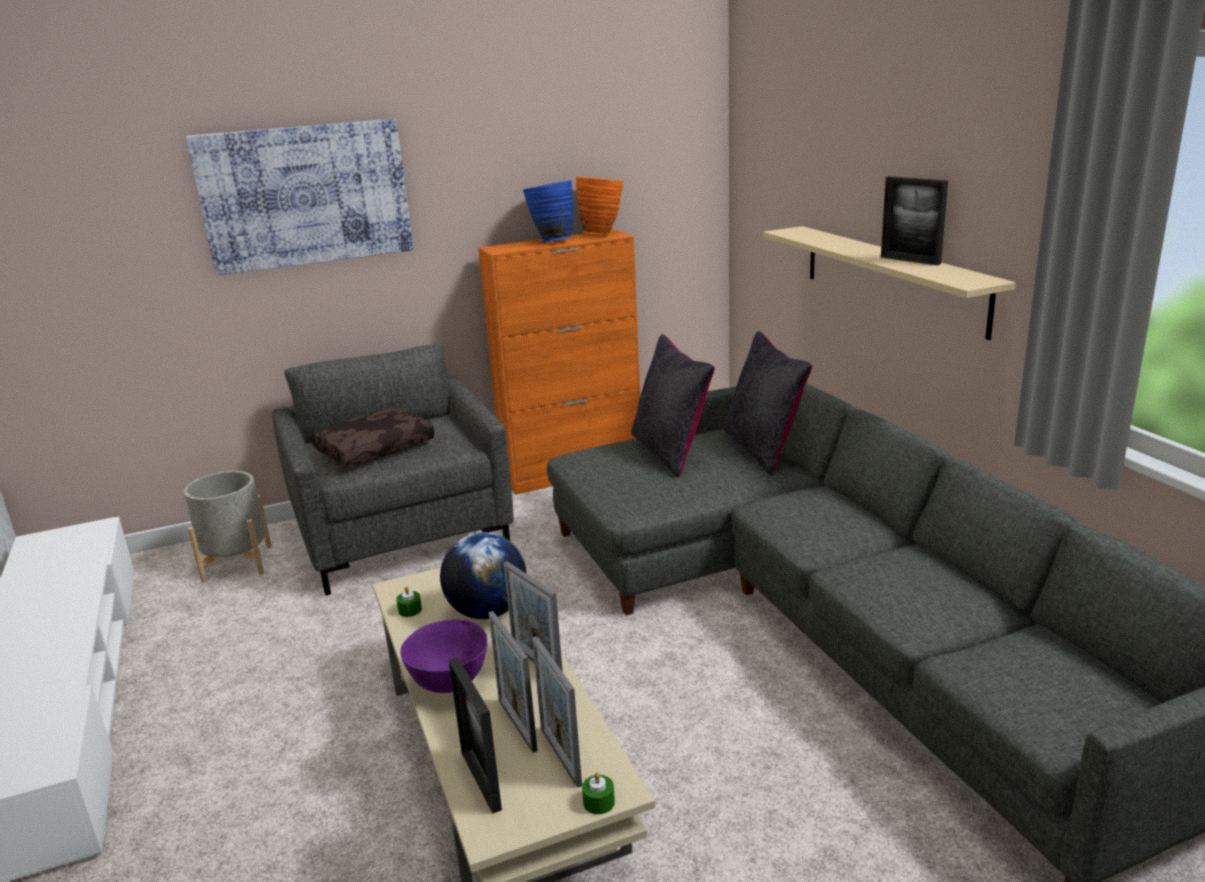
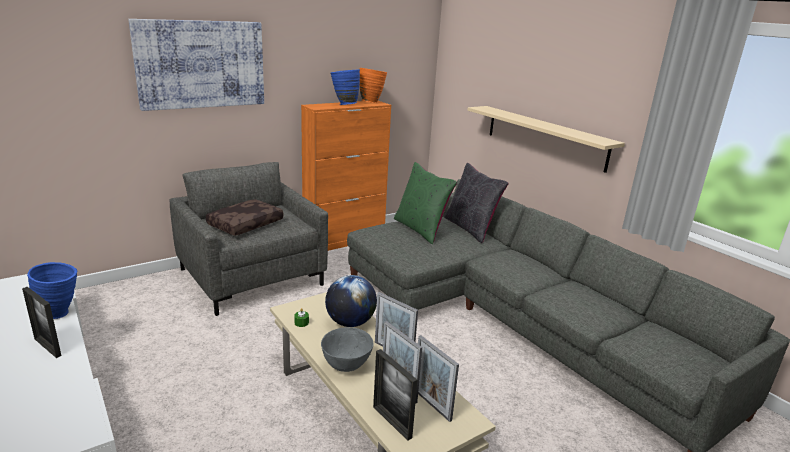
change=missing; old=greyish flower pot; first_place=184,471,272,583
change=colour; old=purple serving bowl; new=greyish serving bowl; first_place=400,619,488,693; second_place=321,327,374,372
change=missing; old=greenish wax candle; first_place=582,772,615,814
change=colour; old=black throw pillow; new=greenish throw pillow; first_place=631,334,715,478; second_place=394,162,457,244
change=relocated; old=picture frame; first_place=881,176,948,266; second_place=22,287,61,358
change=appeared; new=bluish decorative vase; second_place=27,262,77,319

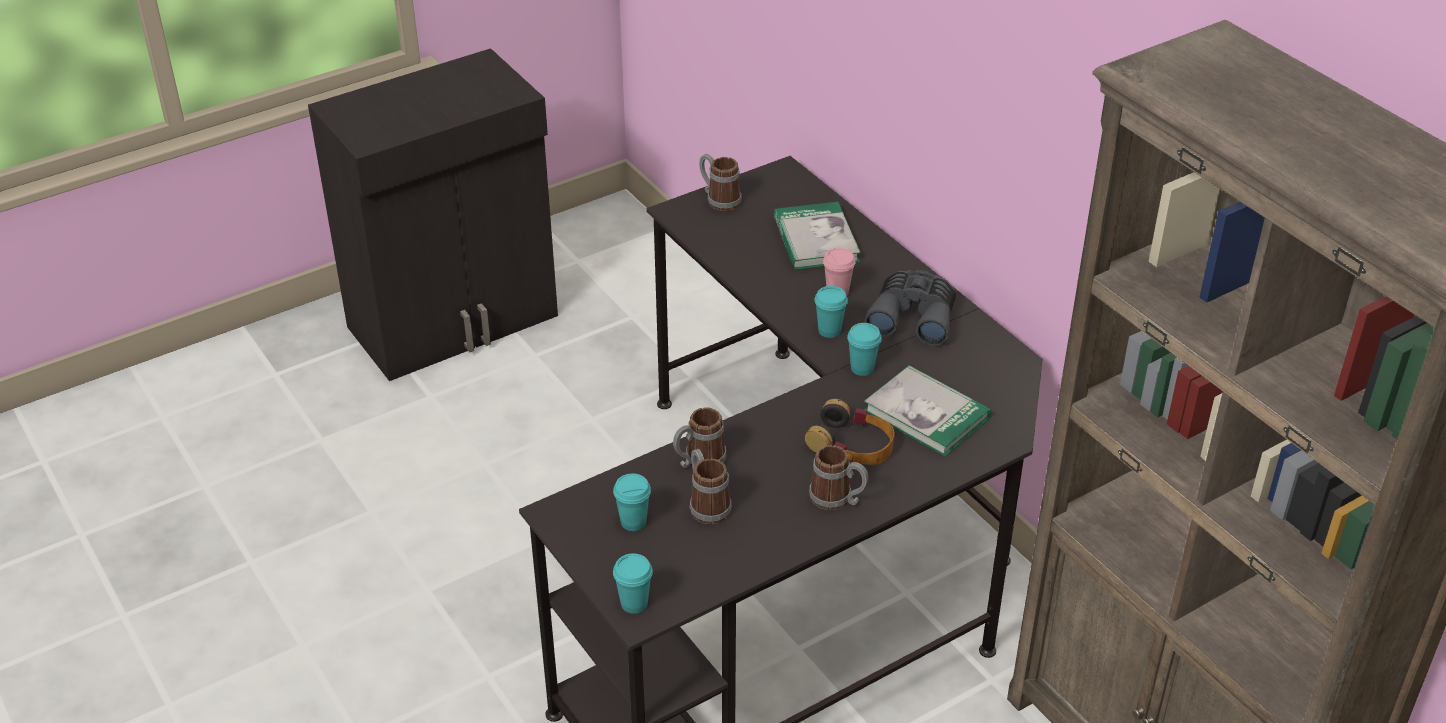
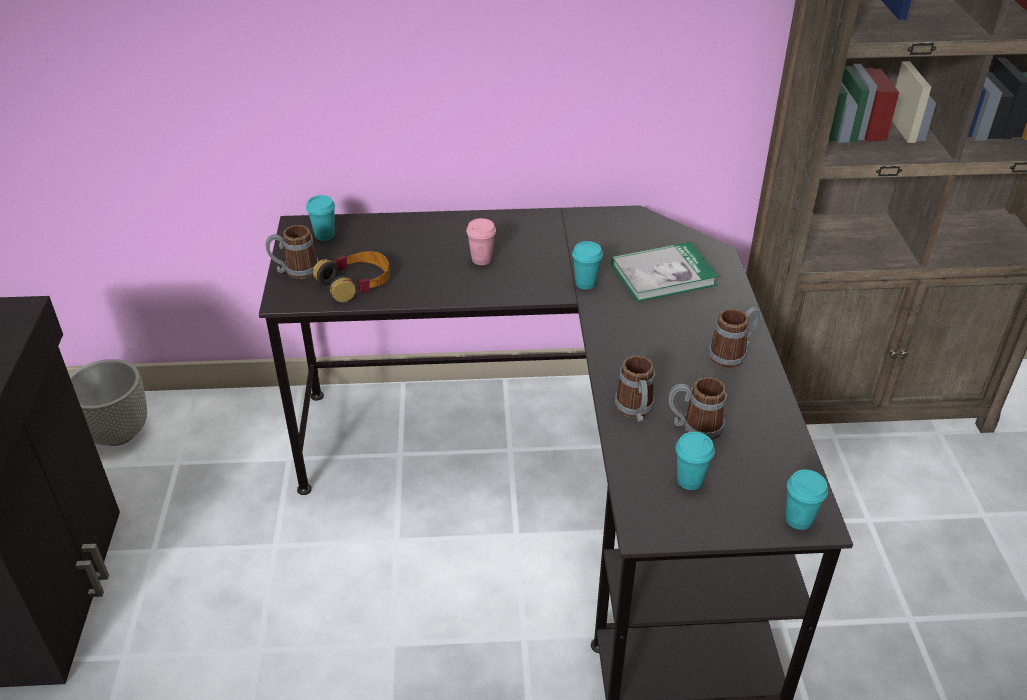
change=missing; old=bound book; first_place=773,202,861,270
change=relocated; old=pair of headphones; first_place=805,399,895,465; second_place=313,251,390,302
change=relocated; old=turquoise cup; first_place=815,286,848,338; second_place=306,195,335,241
change=missing; old=greyish pair of binoculars; first_place=865,270,956,346
change=appeared; new=greyish flower pot; second_place=69,359,147,446

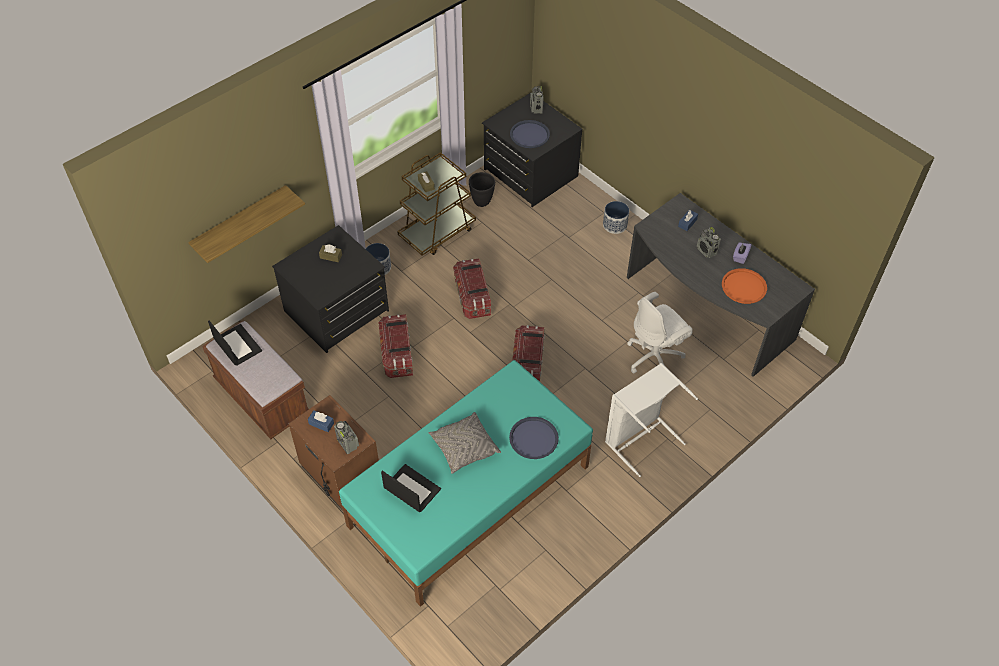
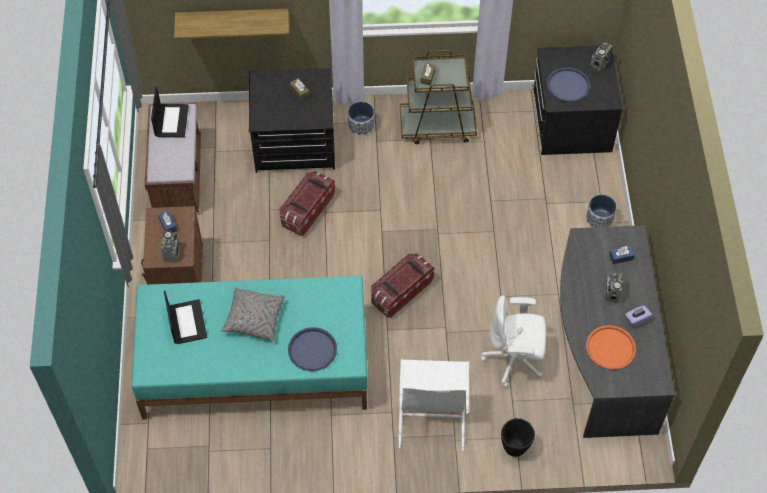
change=missing; old=storage bin; first_place=453,258,491,319
change=relocated; old=black flower pot; first_place=469,172,495,207; second_place=501,418,535,457

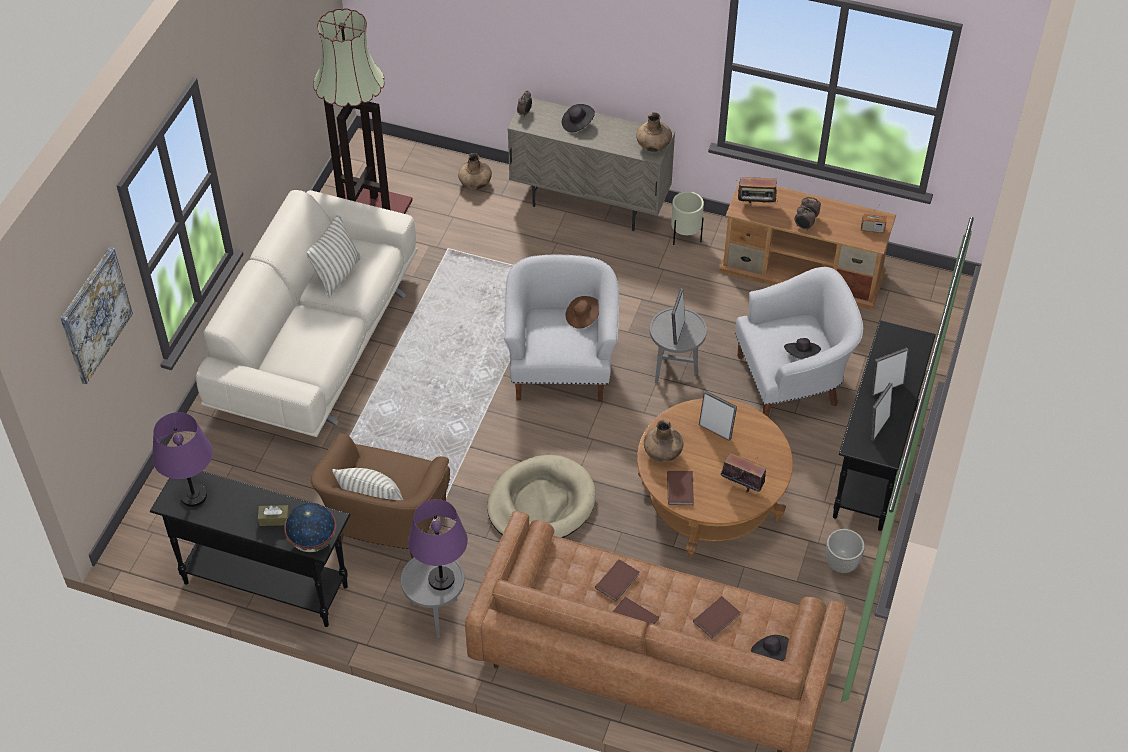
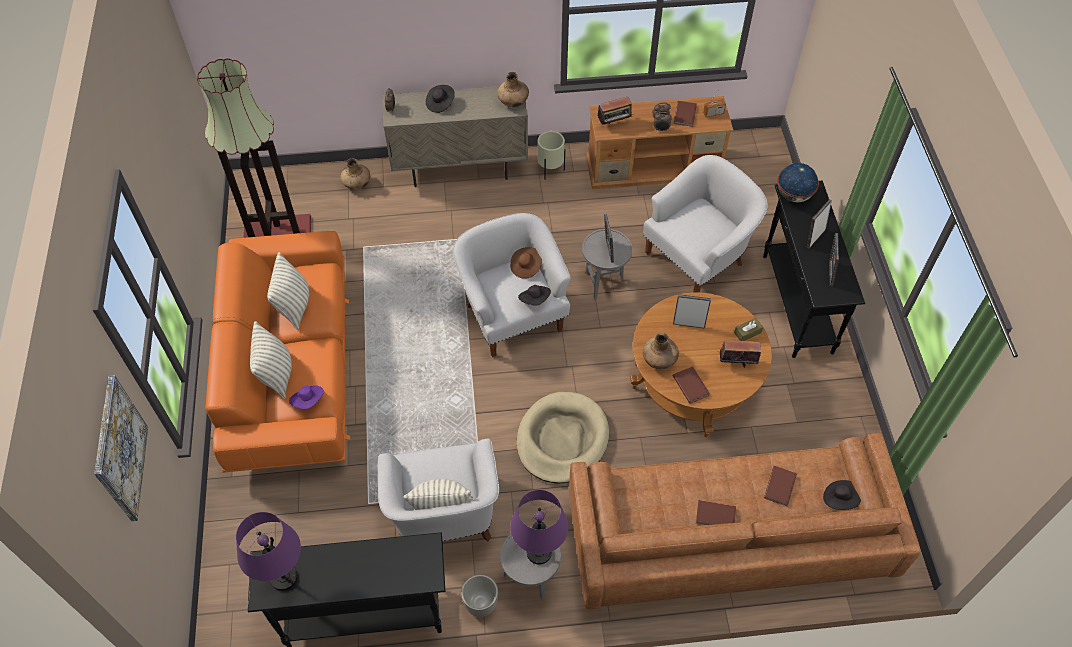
change=colour; old=beige-coloured sofa; new=orange sofa; first_place=196,190,418,437; second_place=205,231,350,472
change=relocated; old=brownish tissue holder; first_place=258,505,290,526; second_place=734,318,763,341
change=relocated; old=world globe; first_place=284,503,336,552; second_place=777,163,819,202
change=colour; old=brownish armchair; new=white-coloured armchair; first_place=310,433,450,558; second_place=378,439,499,542
change=relocated; old=brownish bound book; first_place=595,559,640,601; second_place=674,101,697,127
change=relocated; old=black hat; first_place=784,338,821,359; second_place=518,285,551,306
change=relocated; old=flower pot; first_place=826,529,865,573; second_place=461,574,498,617
change=appeared; new=throw pillow; second_place=250,321,292,399
change=appeared; new=purple hat; second_place=289,385,324,409

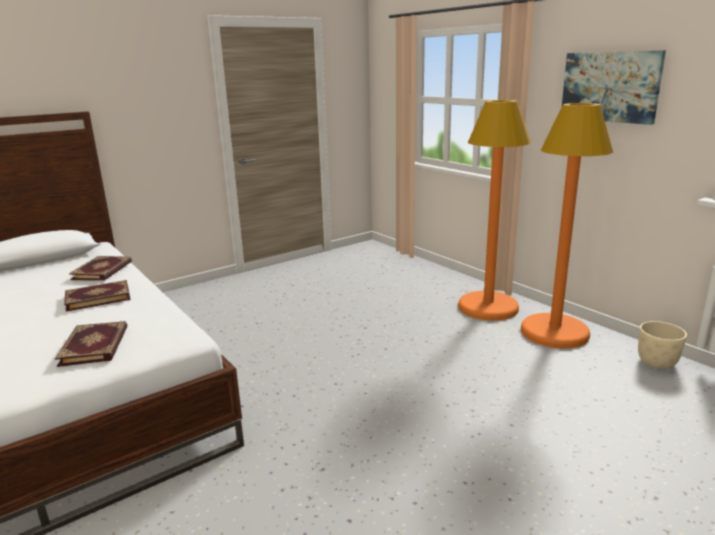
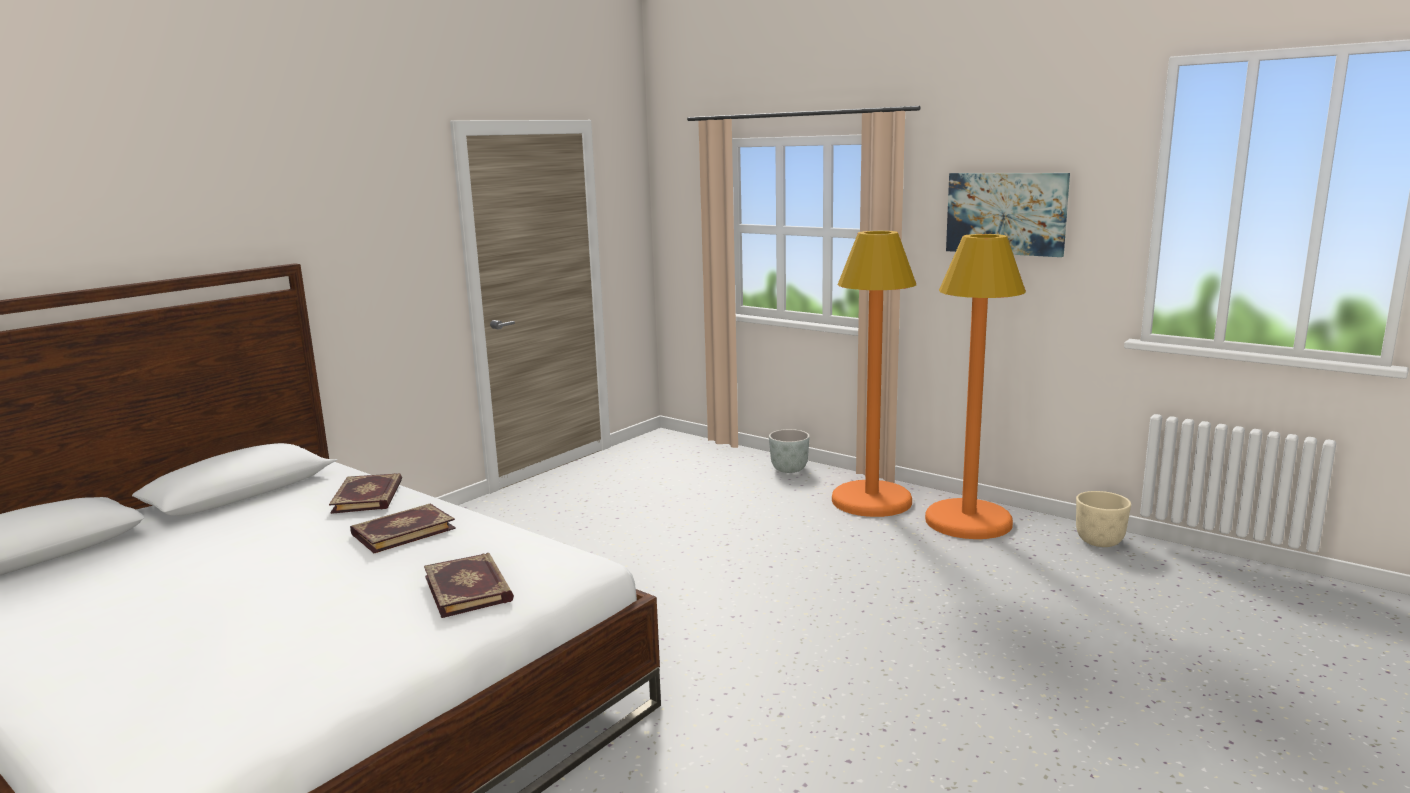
change=appeared; new=greyish flower pot; second_place=769,429,810,473

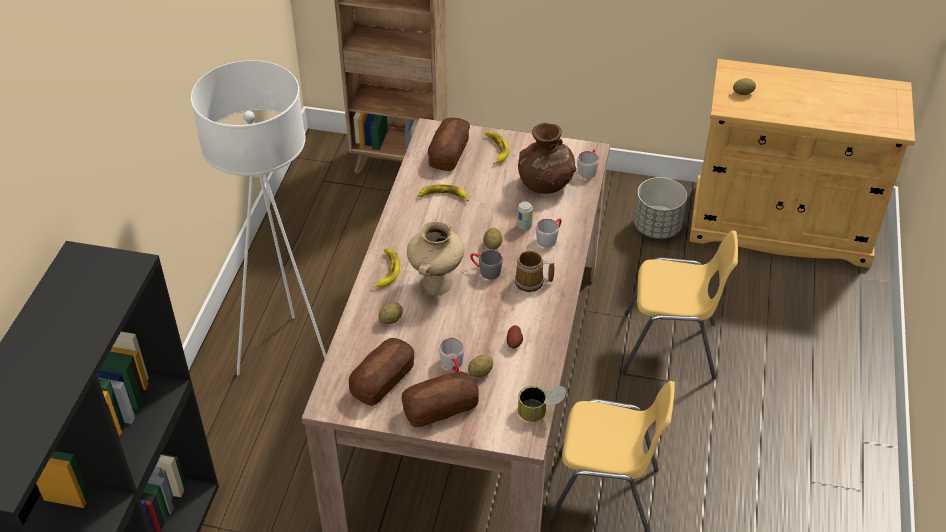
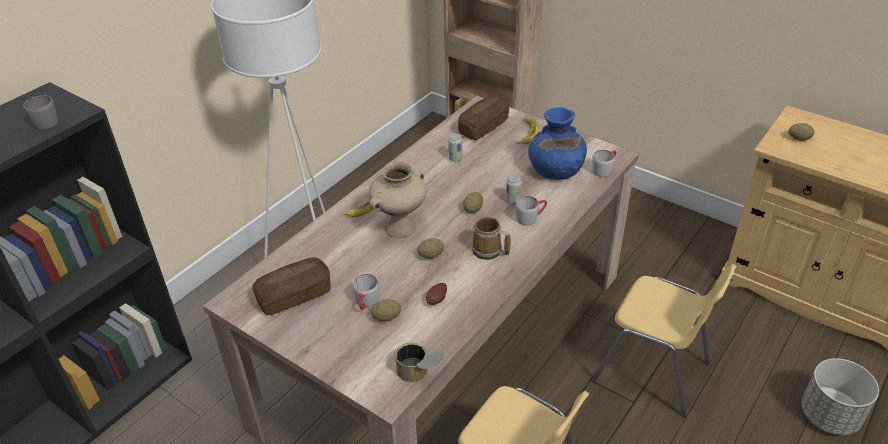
change=relocated; old=potato; first_place=379,302,403,324; second_place=417,238,444,259
change=missing; old=baked bread; first_place=401,371,479,427
change=exchanged; old=whole banana; new=metal can; first_place=418,184,469,201; second_place=448,134,462,162
change=relocated; old=greyish tea mug; first_place=470,250,503,280; second_place=24,95,59,130
change=colour; old=brownish decorative vase; new=bluish decorative vase; first_place=518,123,576,194; second_place=528,107,587,180
change=relocated; old=greyish flower pot; first_place=634,177,687,239; second_place=802,358,879,435

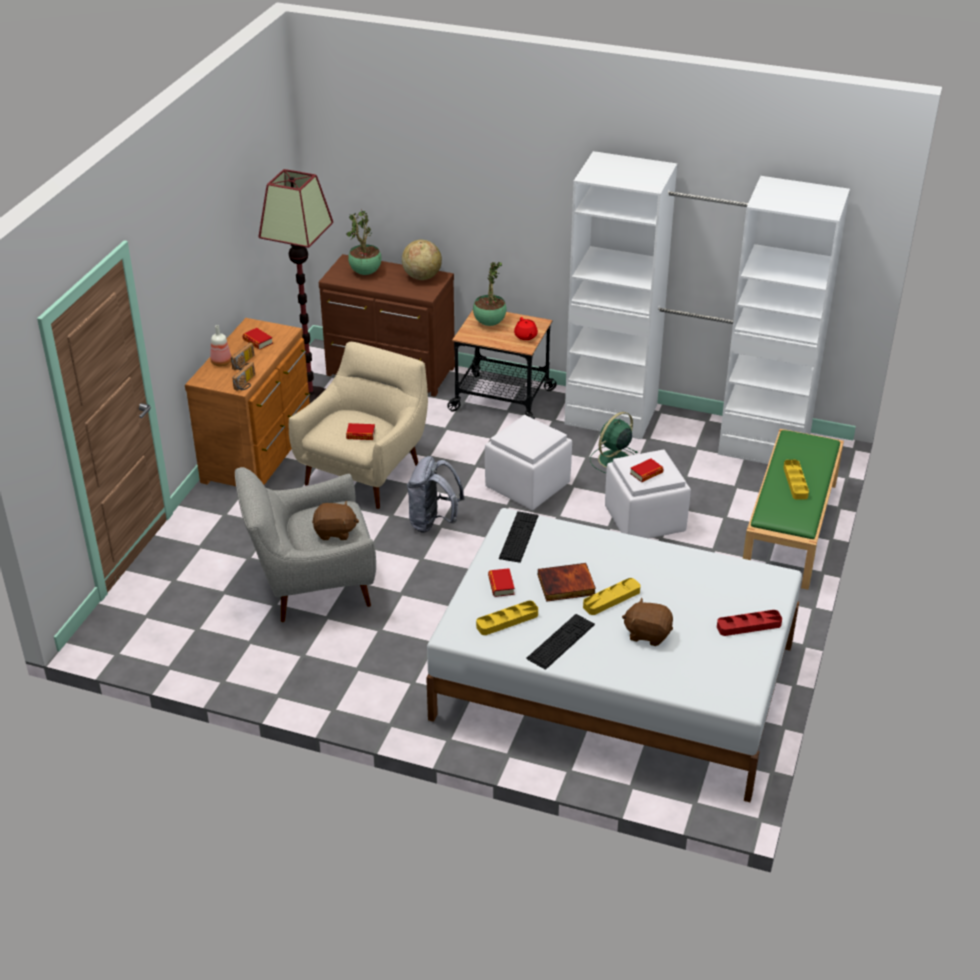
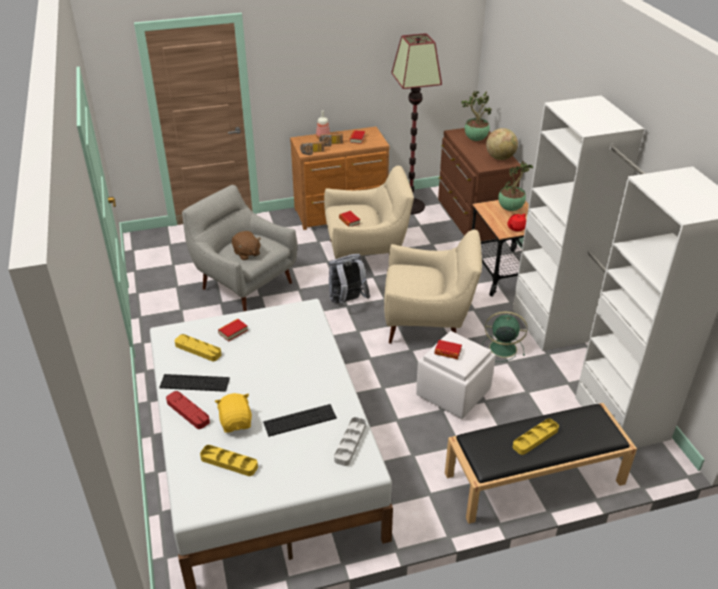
change=exchanged; old=white-coloured ottoman; new=beige-coloured armchair; first_place=485,415,572,510; second_place=384,230,482,344
change=relocated; old=computer keyboard; first_place=499,511,539,563; second_place=263,404,337,437
change=missing; old=bound book; first_place=538,563,596,602
change=relocated; old=yellow tray; first_place=583,578,641,615; second_place=200,445,258,476
change=colour; old=brownish plush toy; new=yellow plush toy; first_place=622,597,673,646; second_place=215,393,252,433
change=relocated; old=red tray; first_place=717,610,782,636; second_place=166,391,210,429
change=colour; old=greenish long seat; new=black long seat; first_place=743,429,844,590; second_place=445,403,637,524
change=appeared; new=greyish tray; second_place=334,417,366,466

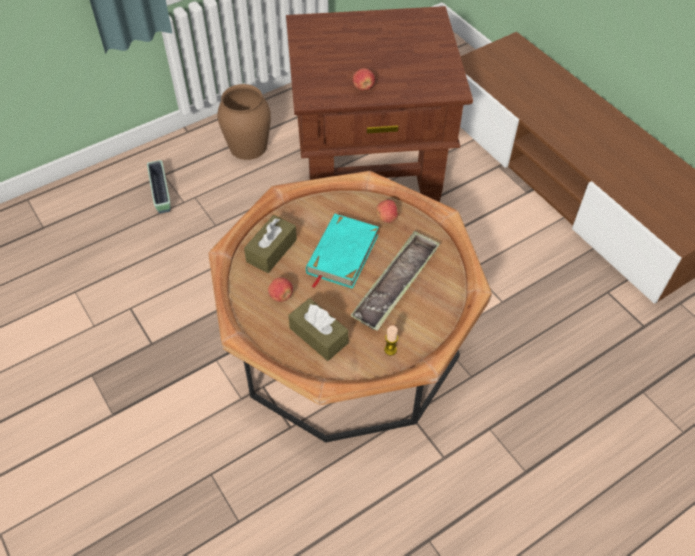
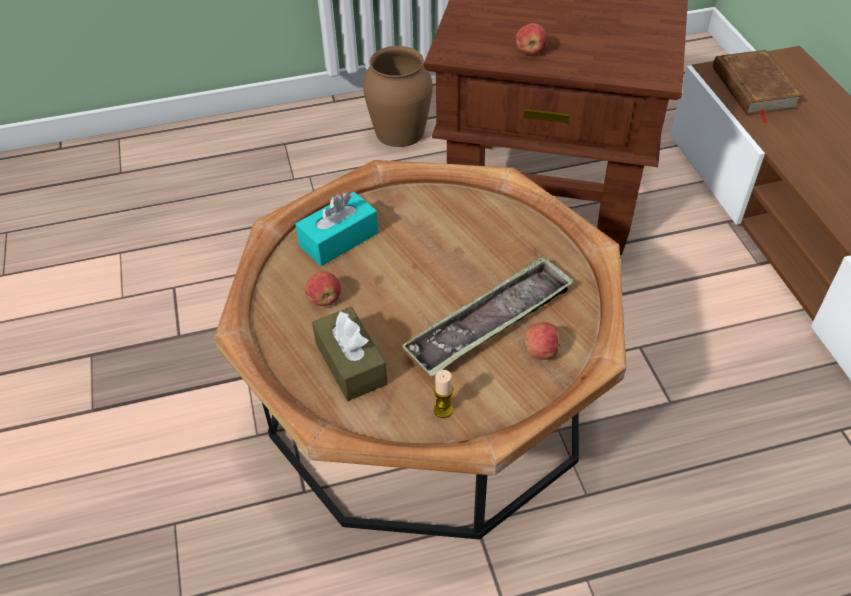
change=missing; old=flower pot; first_place=147,160,170,213
change=colour; old=brownish tissue holder; new=turquoise tissue holder; first_place=244,215,297,273; second_place=295,192,379,266
change=missing; old=turquoise bound book; first_place=306,214,379,289
change=relocated; old=whole apple; first_place=376,200,399,223; second_place=525,322,561,360
change=appeared; new=brownish bound book; second_place=713,50,803,123

